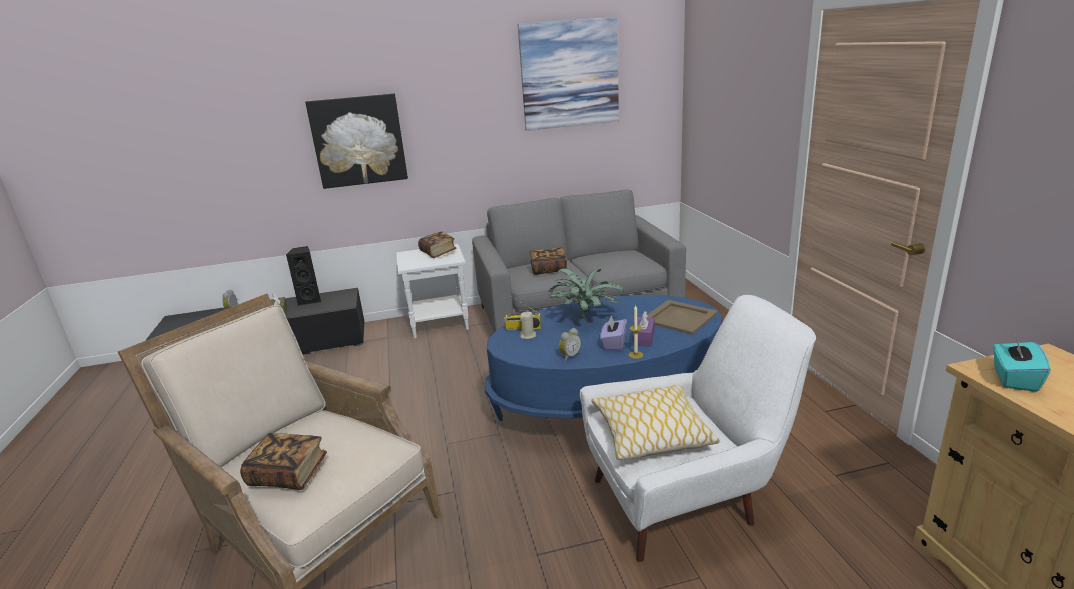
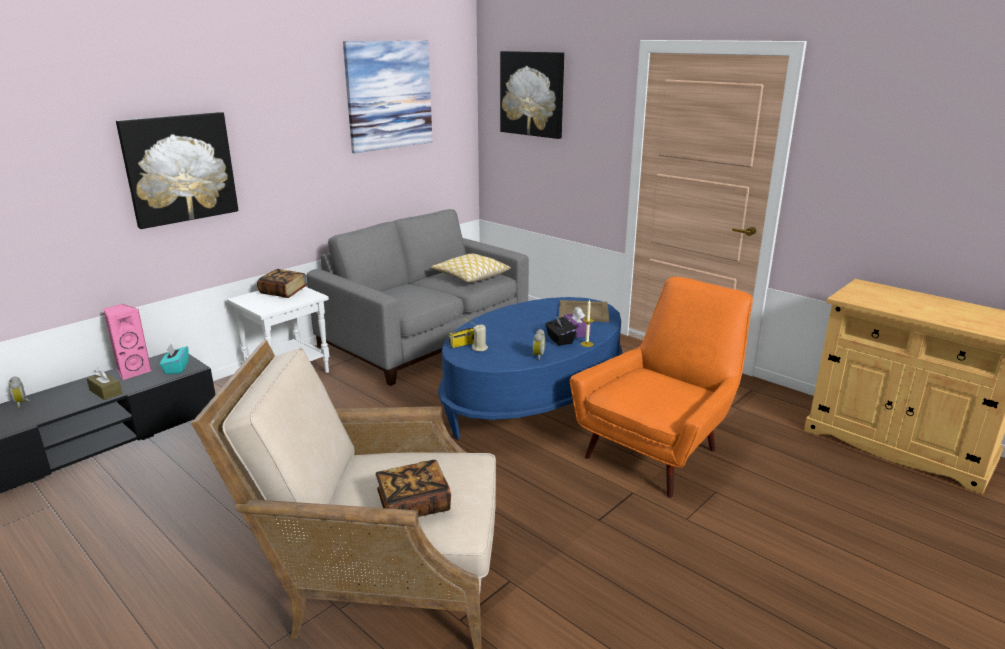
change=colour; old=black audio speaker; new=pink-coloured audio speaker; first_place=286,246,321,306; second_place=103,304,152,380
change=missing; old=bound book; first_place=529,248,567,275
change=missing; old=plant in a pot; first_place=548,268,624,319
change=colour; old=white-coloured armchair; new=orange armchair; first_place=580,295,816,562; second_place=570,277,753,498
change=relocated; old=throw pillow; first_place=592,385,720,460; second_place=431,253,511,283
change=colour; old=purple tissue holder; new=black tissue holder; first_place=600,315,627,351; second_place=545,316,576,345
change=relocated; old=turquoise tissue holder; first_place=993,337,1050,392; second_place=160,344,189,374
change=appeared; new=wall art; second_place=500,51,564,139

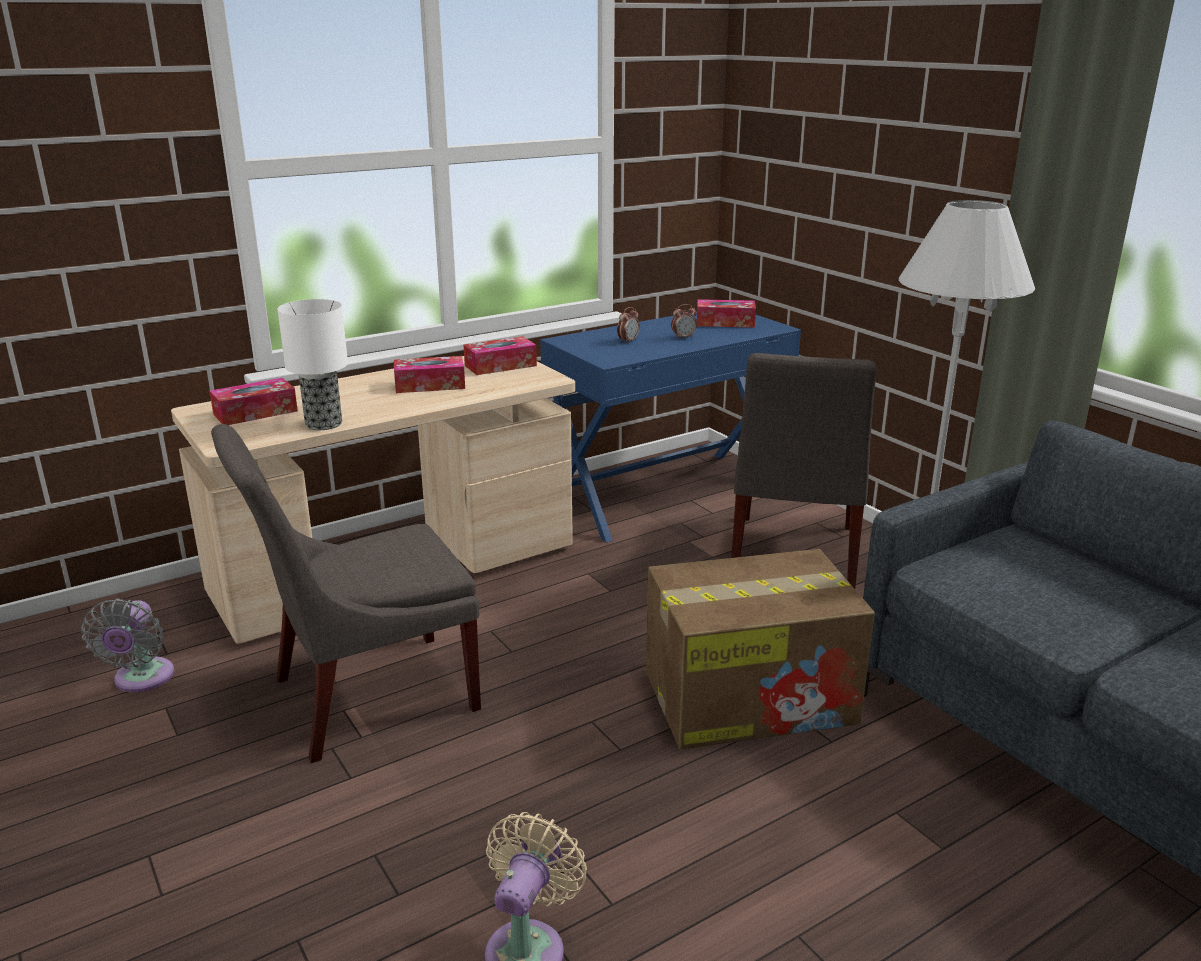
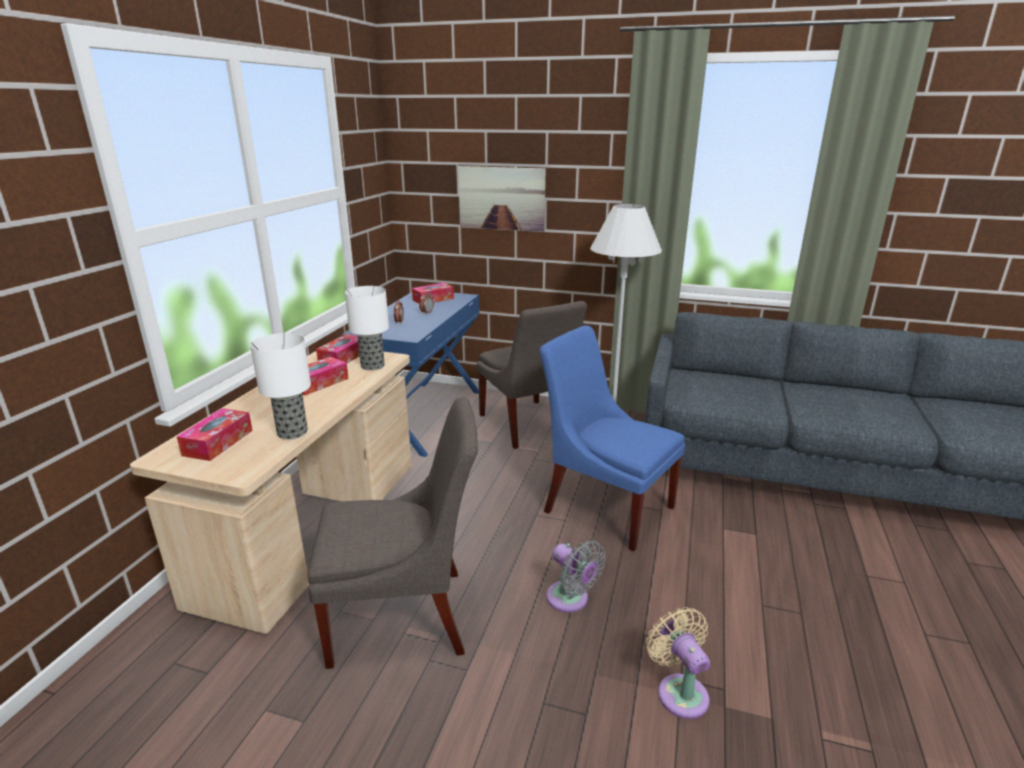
change=relocated; old=greyish fan; first_place=81,599,174,692; second_place=546,540,605,613
change=spun; old=greyish plain chair; first_place=211,424,481,763; second_place=307,397,478,669; degrees=-120
change=exchanged; old=packing box; new=bluish plain chair; first_place=646,549,875,749; second_place=539,325,685,552
change=appeared; new=tabletop lamp; second_place=345,286,389,370
change=appeared; new=wall art; second_place=458,166,546,232

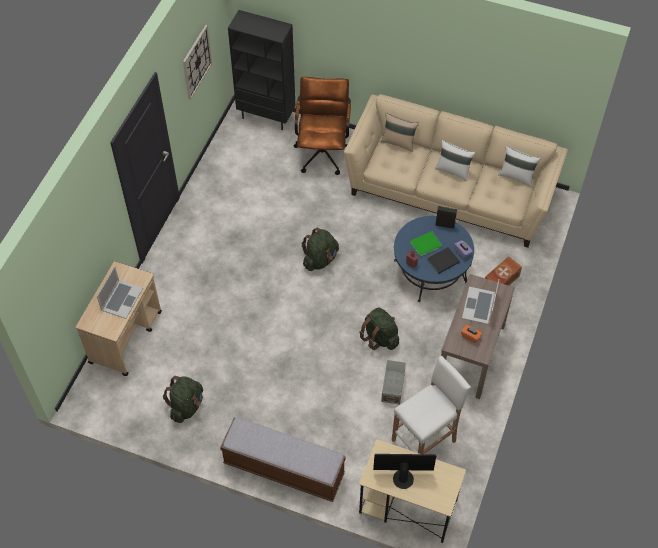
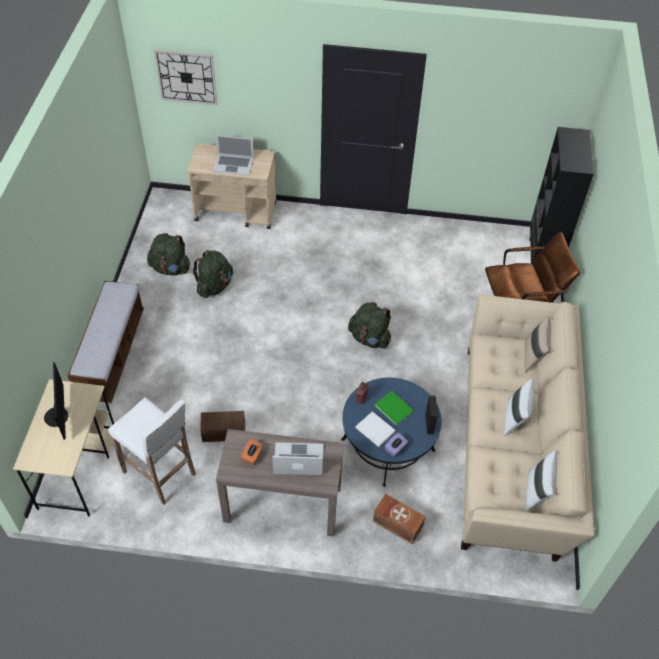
change=relocated; old=wall clock; first_place=183,25,212,100; second_place=154,49,217,105
change=relocated; old=greenish backpack; first_place=359,307,399,350; second_place=192,250,233,298
change=colour; old=greyish storage bin; new=brownish storage bin; first_place=381,360,406,405; second_place=200,411,245,442
change=colour; old=black bound book; new=white-coloured bound book; first_place=427,247,460,274; second_place=355,411,396,447

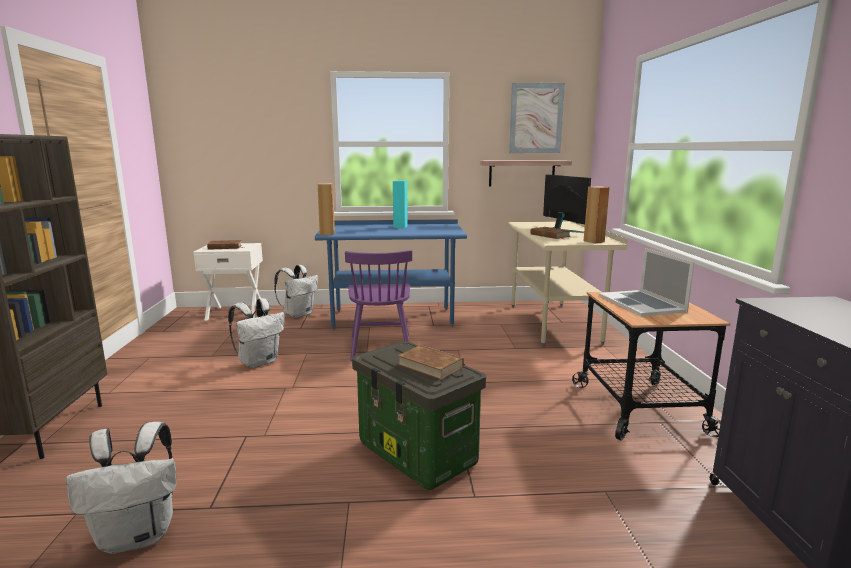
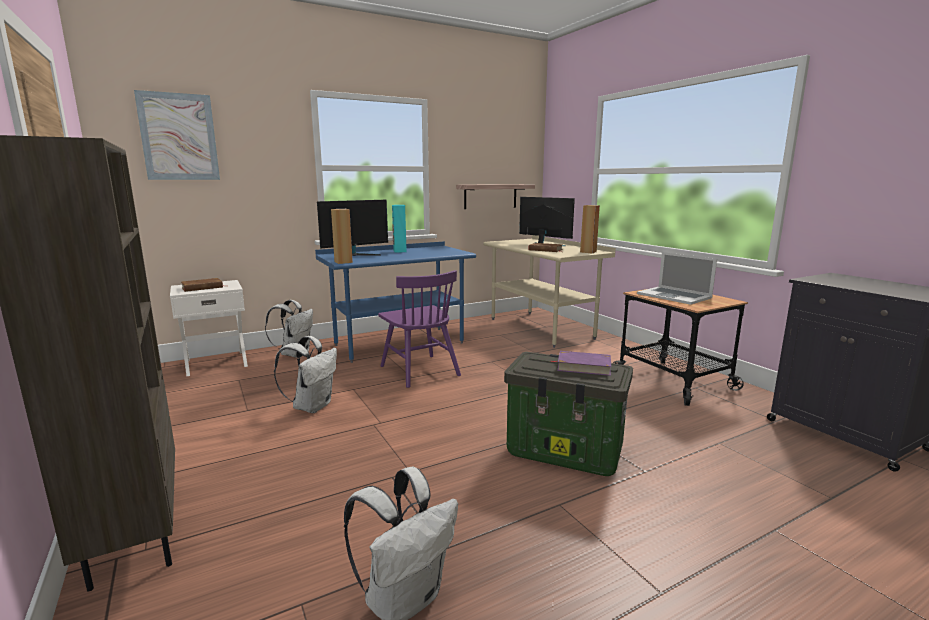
change=colour; old=brownish bound book; new=purple bound book; first_place=397,345,464,380; second_place=550,351,611,376
change=relocated; old=wall art; first_place=509,83,565,153; second_place=134,90,220,180
change=appeared; new=computer display; second_place=317,200,388,256

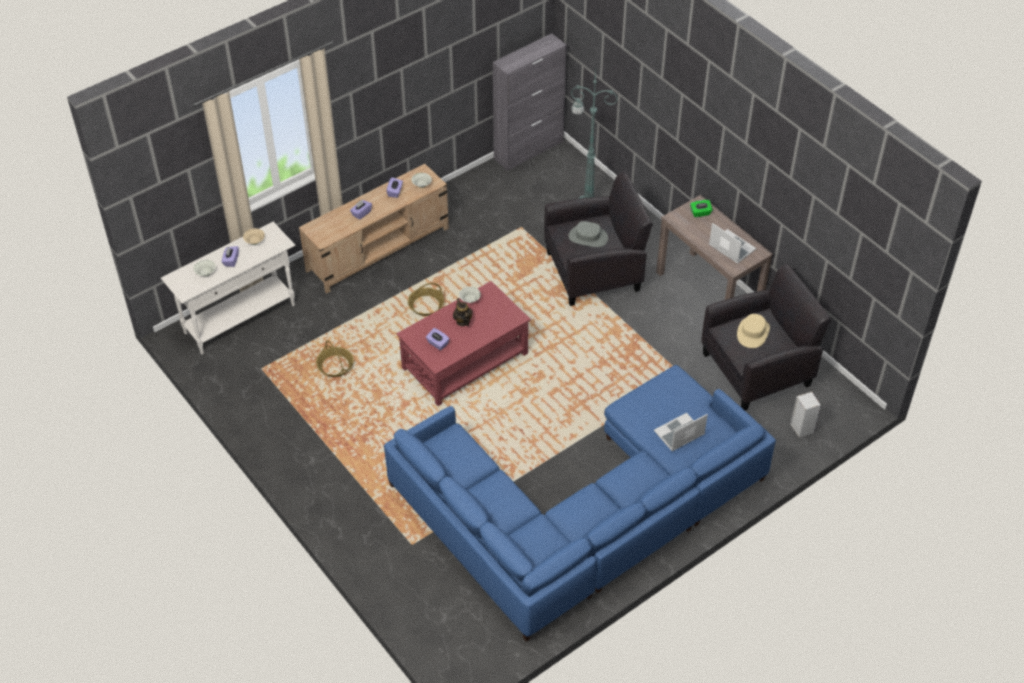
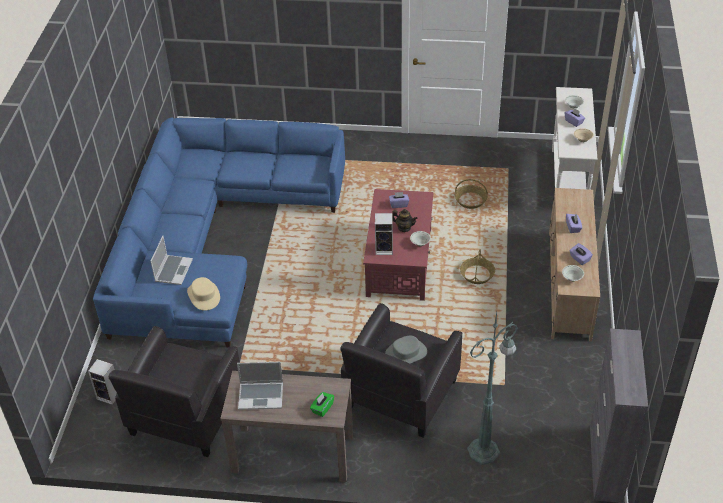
change=relocated; old=beige-coloured hat; first_place=737,314,770,348; second_place=187,277,220,311
change=appeared; new=audio speaker; second_place=375,213,393,255

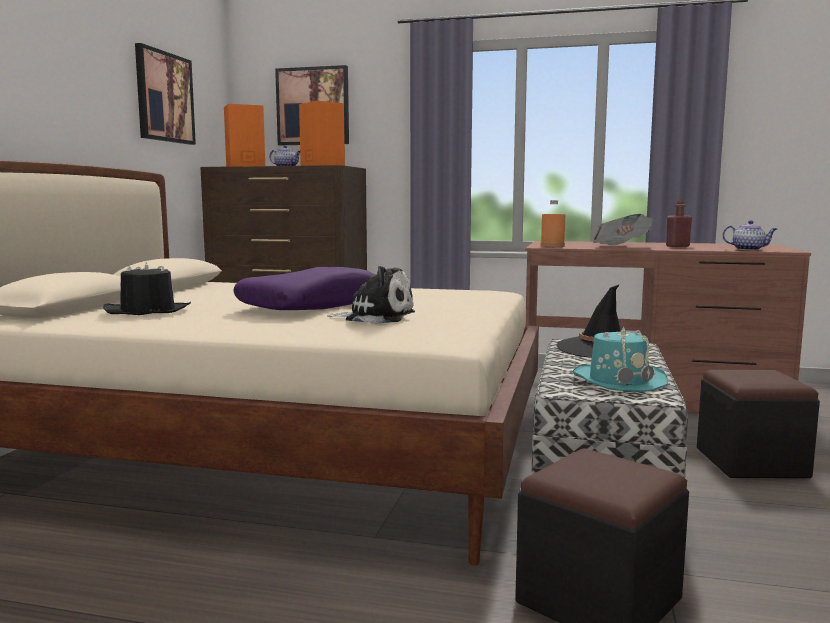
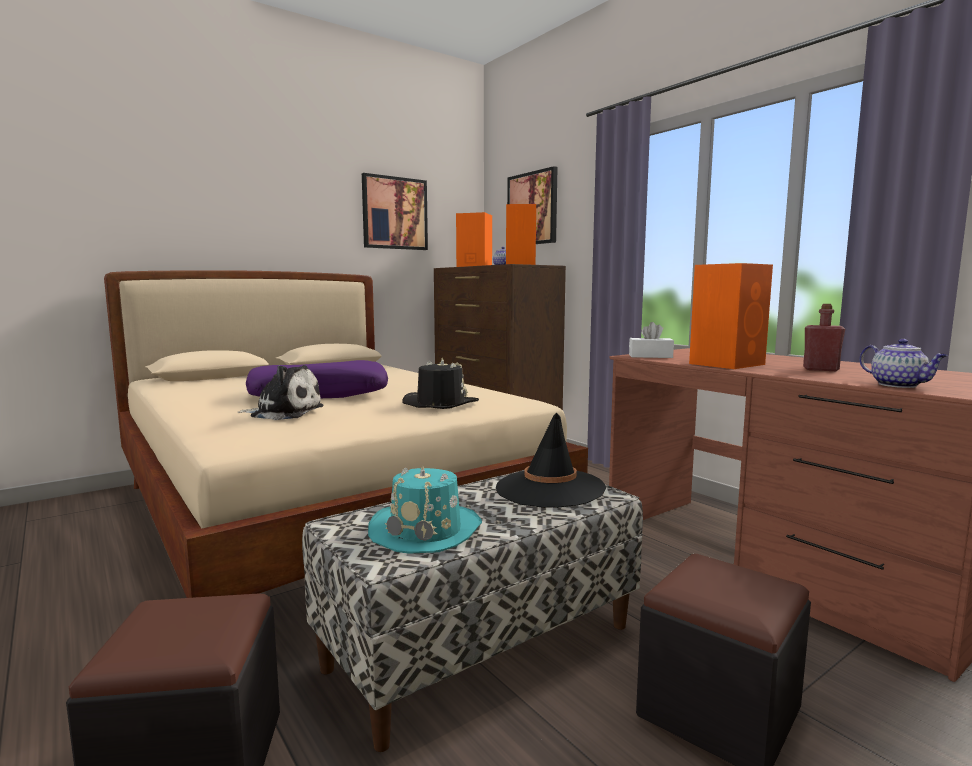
change=relocated; old=black hat; first_place=103,262,191,315; second_place=402,358,479,409
change=spun; old=plush toy; first_place=327,266,415,324; second_place=238,365,323,420; degrees=-45
change=exchanged; old=orange bottle; new=white-coloured tissue holder; first_place=541,200,565,247; second_place=629,322,674,358
change=exchanged; old=printed paper; new=orange audio speaker; first_place=593,214,653,245; second_place=689,263,773,369

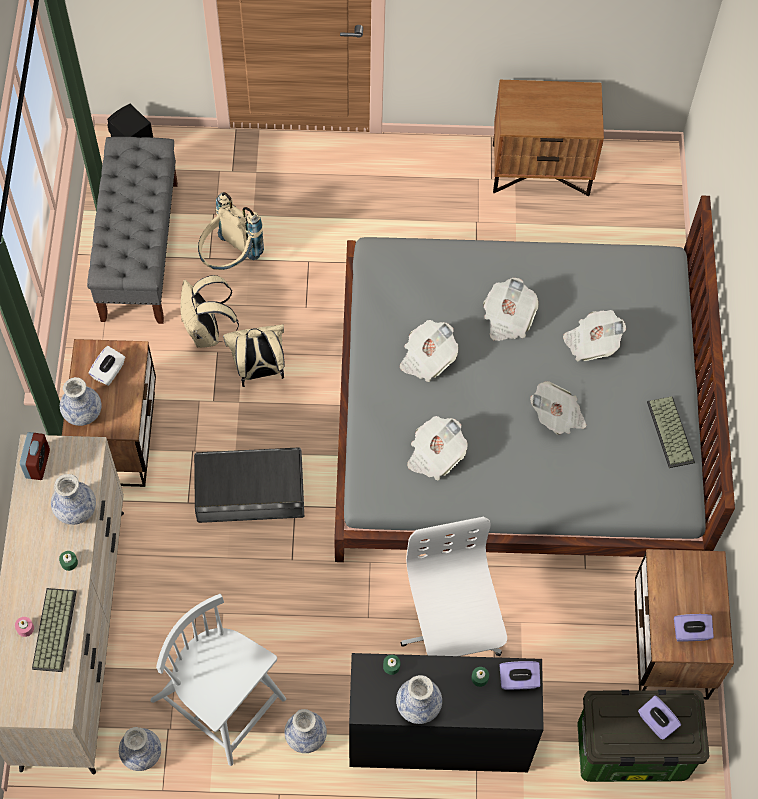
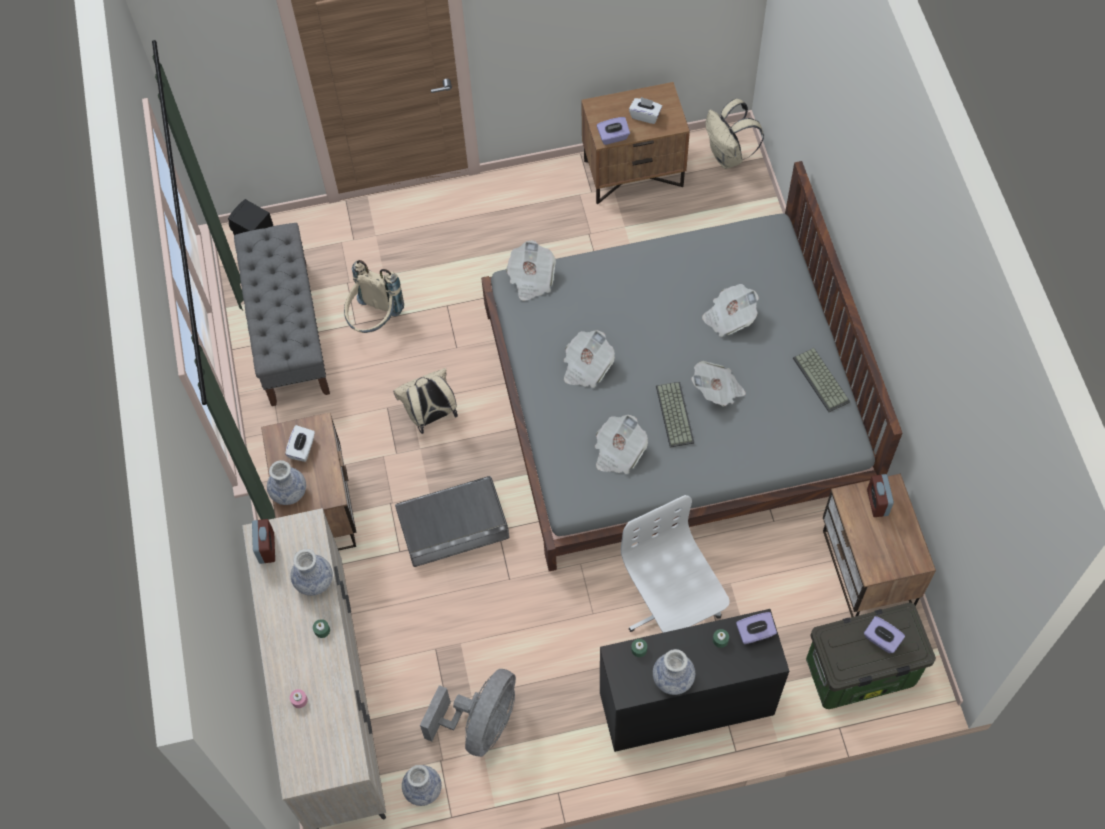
change=relocated; old=computer keyboard; first_place=32,588,77,672; second_place=656,382,694,447
change=exchanged; old=white-coloured plain chair; new=greyish fan; first_place=150,594,286,766; second_place=420,669,516,757
change=relocated; old=beige-coloured backpack; first_place=180,275,239,348; second_place=706,99,764,169
change=missing; old=decorative vase; first_place=284,709,327,753
change=relocated; old=printed paper; first_place=483,278,539,341; second_place=506,240,556,301
change=relocated; old=purple tissue holder; first_place=674,614,714,642; second_place=597,117,630,145
change=appeared; new=white-coloured tissue holder; second_place=629,97,662,124
change=appeared; new=bedside clock; second_place=867,474,894,517

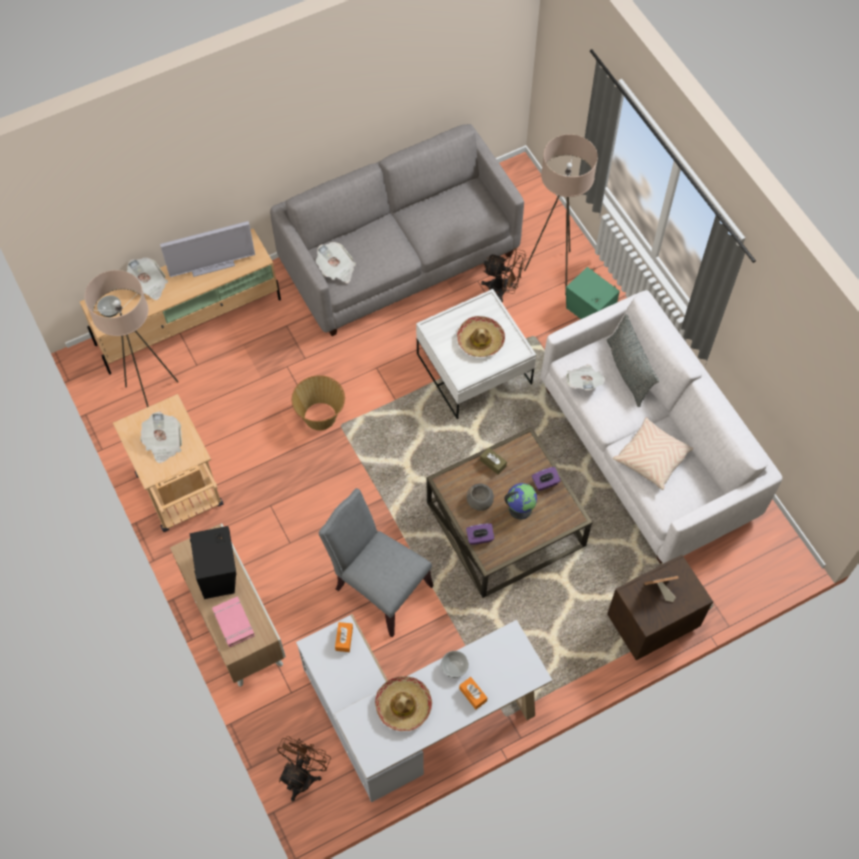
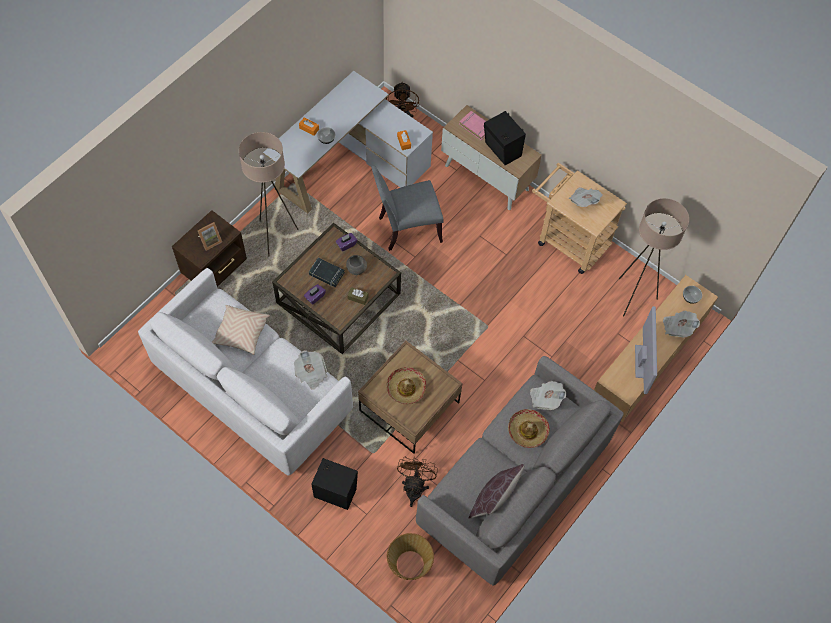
change=spun; old=television; first_place=160,221,255,277; second_place=635,306,657,394; degrees=135
change=relocated; old=basket; first_place=292,375,345,431; second_place=387,533,434,580
change=spun; old=greyish plain chair; first_place=319,488,434,637; second_place=371,165,444,251; degrees=150
change=relocated; old=hat; first_place=375,676,432,731; second_place=508,409,550,448
change=colour; old=white-coloured coffee table; new=brownish coffee table; first_place=416,289,536,419; second_place=358,341,463,454
change=spun; old=brownish fan; first_place=481,248,526,302; second_place=397,456,438,507; degrees=105
change=exchanged; old=world globe; new=black bound book; first_place=504,483,537,520; second_place=309,258,345,287
change=relocated; old=beige-coloured standing lamp; first_place=524,134,598,295; second_place=239,132,299,256
change=colour; old=greenish audio speaker; new=black audio speaker; first_place=565,267,620,319; second_place=311,458,358,510
change=missing; old=greyish throw pillow; first_place=607,314,659,407
change=appeared; new=brownish throw pillow; second_place=469,464,525,519

